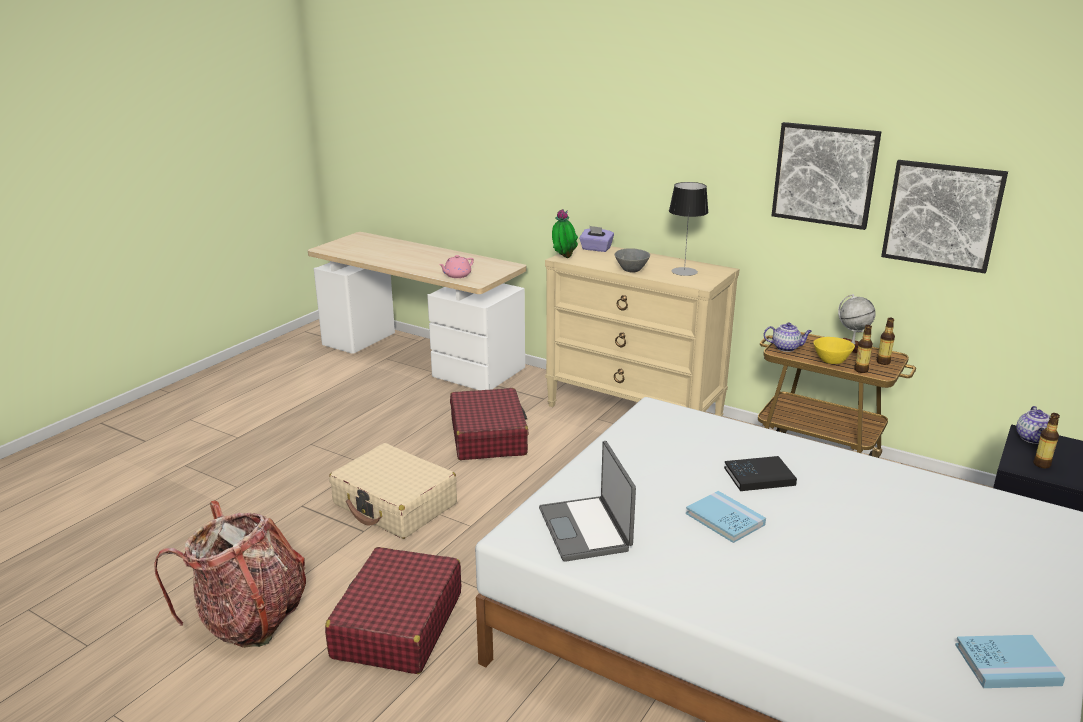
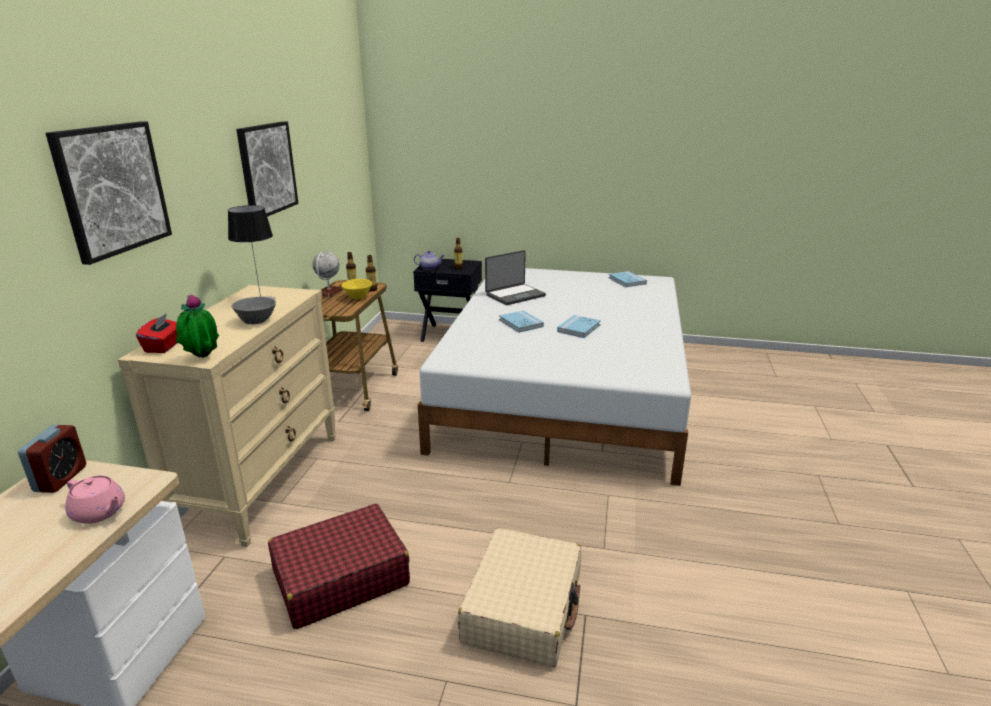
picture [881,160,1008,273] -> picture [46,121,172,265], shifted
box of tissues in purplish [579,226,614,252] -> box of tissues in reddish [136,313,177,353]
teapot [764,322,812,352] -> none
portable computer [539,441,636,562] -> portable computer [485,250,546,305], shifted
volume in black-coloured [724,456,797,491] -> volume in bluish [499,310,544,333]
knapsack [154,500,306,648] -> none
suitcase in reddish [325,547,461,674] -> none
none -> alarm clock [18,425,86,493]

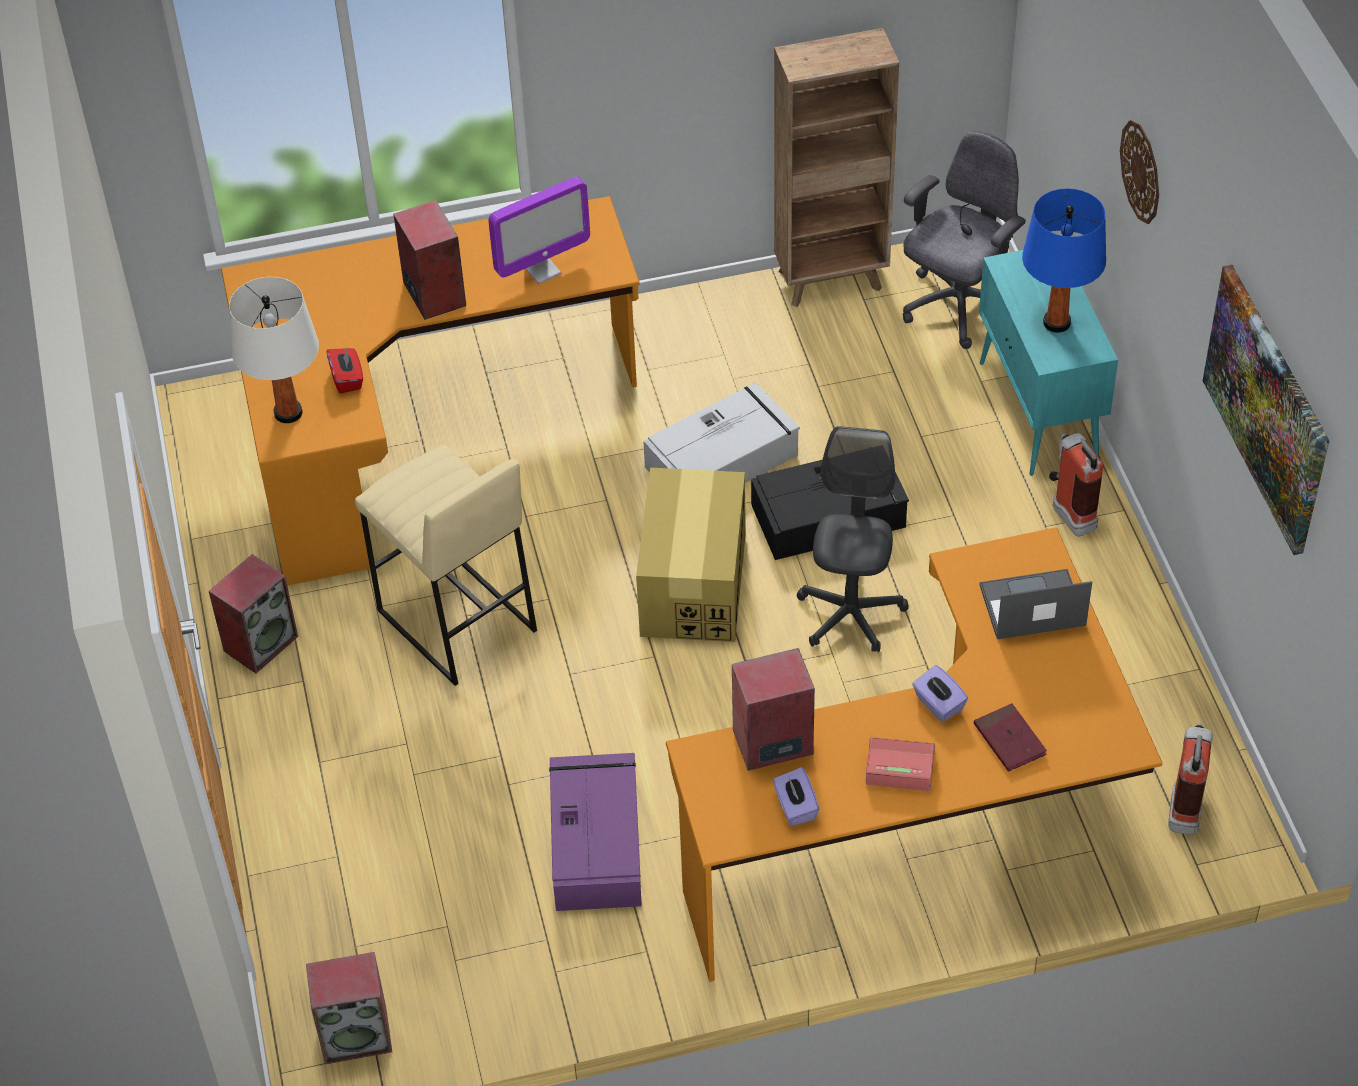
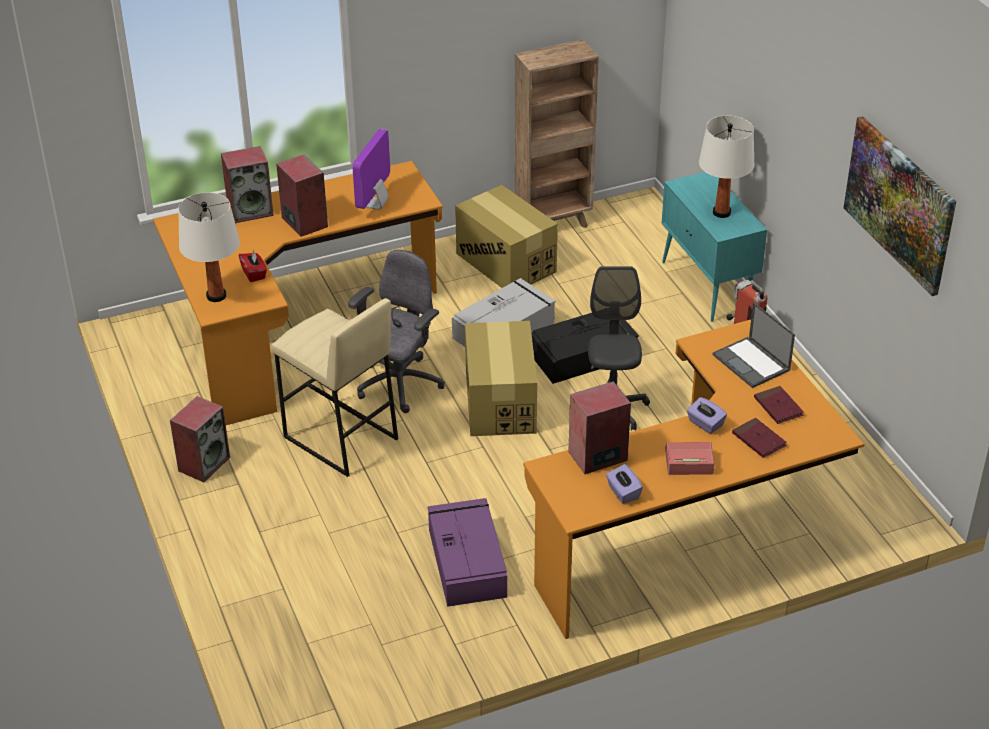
clock on the wall [1120,120,1159,224] -> none
computer chair in greyish [903,131,1026,349] -> computer chair in greyish [348,250,445,413], shifted
computer display [488,177,590,284] -> computer display [353,129,390,210], 150 degrees clockwise
table lamp in bluish [1022,188,1106,332] -> table lamp in whitish [699,116,754,218]
portable computer [979,569,1092,639] -> portable computer [712,302,795,388], 105 degrees counterclockwise
fire-fighting cylinder [1168,723,1213,835] -> none
audio speaker [306,952,392,1064] -> audio speaker [221,146,274,223], shifted
none -> carton [455,185,558,288]
none -> volume in reddish [754,386,804,424]

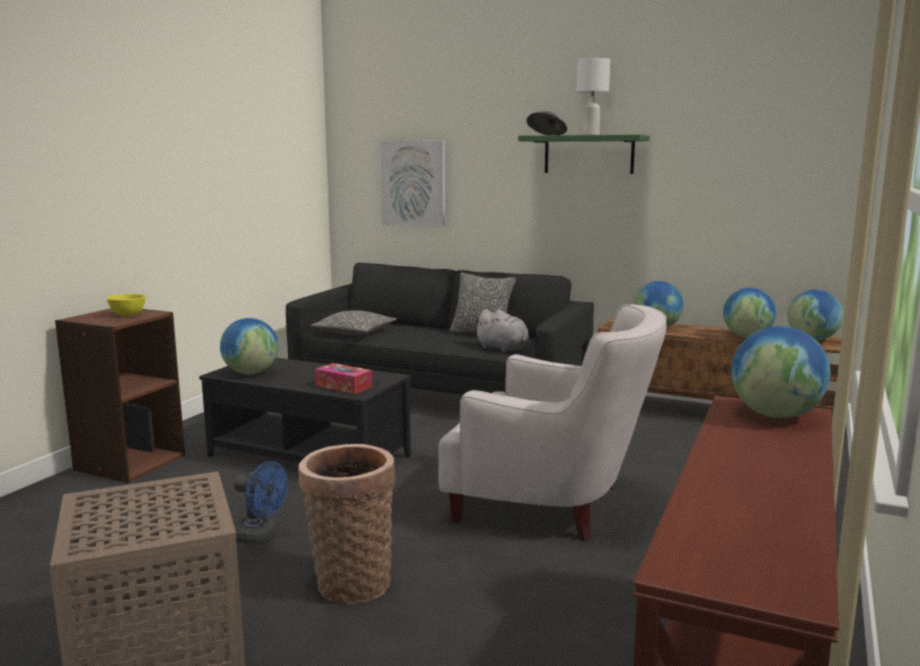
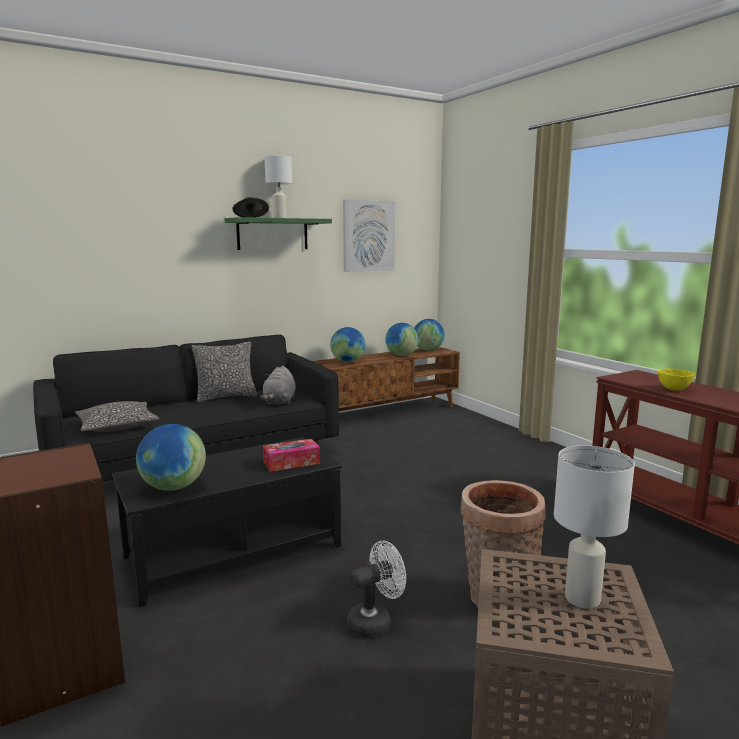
picture [380,141,445,227] -> picture [343,200,395,272], shifted
deep dish in yellow-coloured [107,294,146,317] -> deep dish in yellow-coloured [658,369,695,391], shifted
easy chair in whitish [438,305,667,541] -> none
plush toy in greyish [474,309,529,353] -> plush toy in greyish [261,366,296,405], 105 degrees clockwise
globe [731,326,830,418] -> none
electric fan in bluish [234,461,288,544] -> electric fan in whitish [347,541,406,638]
none -> table lamp in whitish [554,445,635,609]

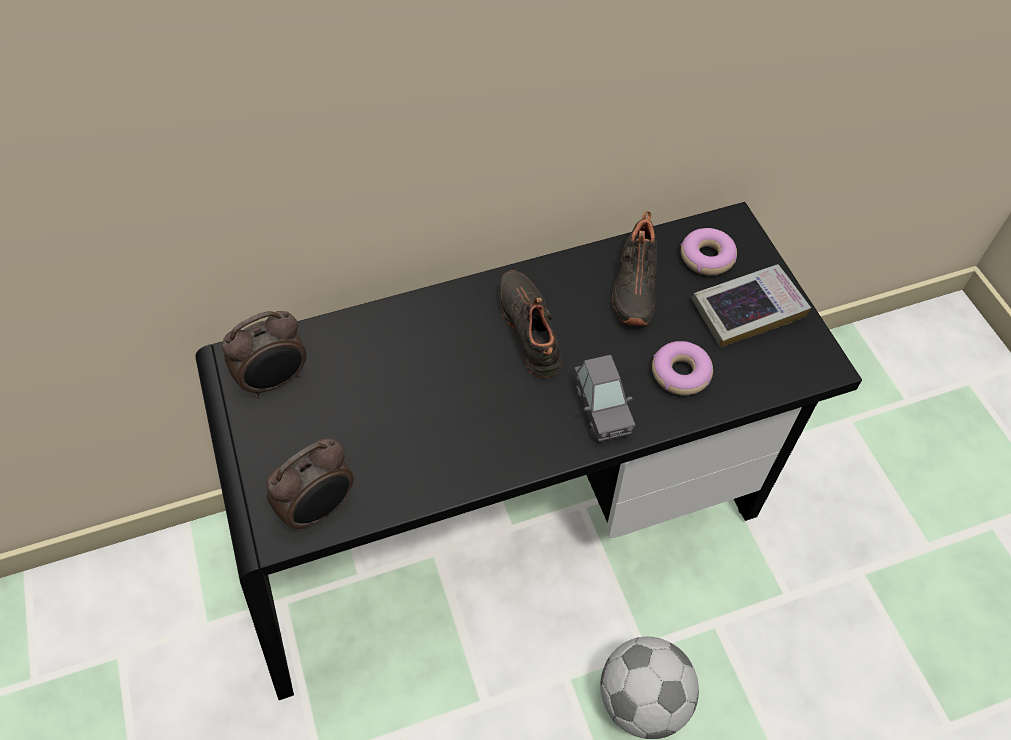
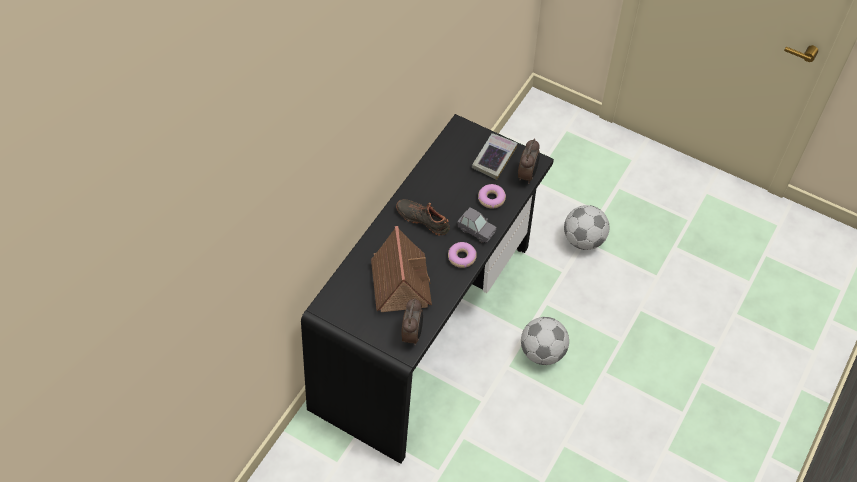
low shoe in black-coloured [612,211,657,326] -> none
ring doughnut [680,228,737,276] -> ring doughnut [448,242,477,268], shifted
alarm clock [222,311,307,398] -> alarm clock [518,139,540,184], shifted
none -> football [564,205,610,250]
none -> toy house [371,226,432,312]

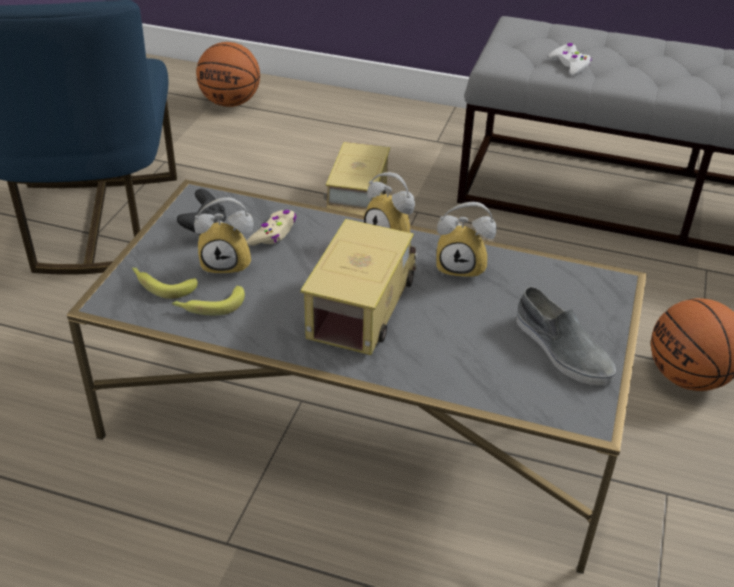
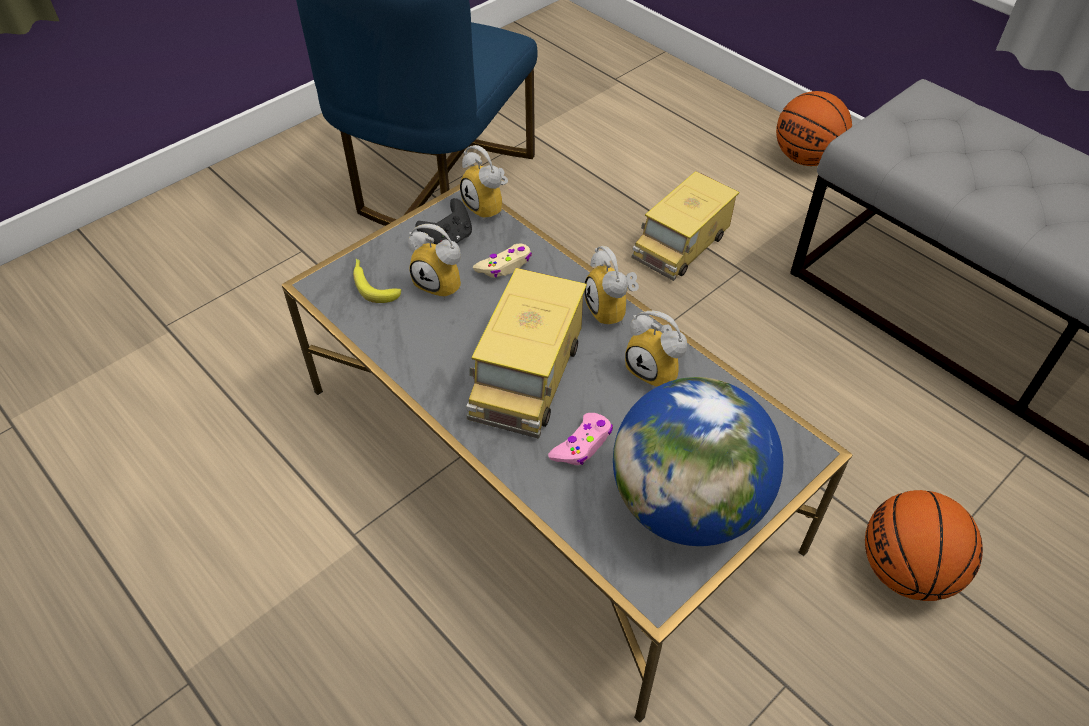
ball for basketball [196,42,260,107] -> ball for basketball [776,91,852,166], shifted
joypad in whitish [548,43,592,76] -> none
toy truck [300,219,417,355] -> toy truck [466,268,587,439], 150 degrees clockwise
banana [172,286,245,315] -> none
low shoe in greyish [516,286,616,385] -> globe [613,377,783,546]
none -> alarm clock [460,145,508,221]
none -> joypad in pink [548,413,613,465]

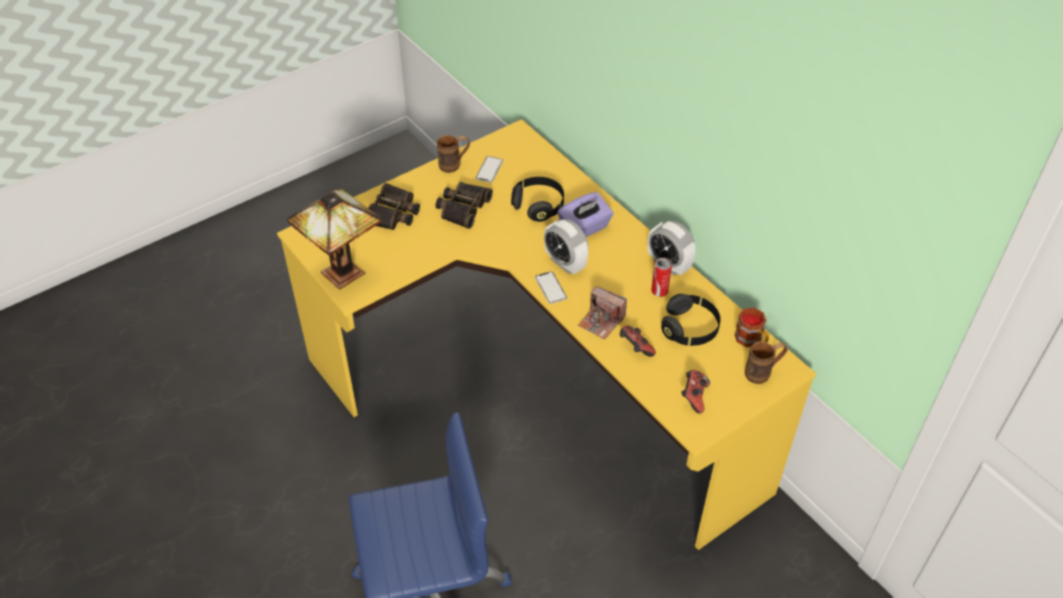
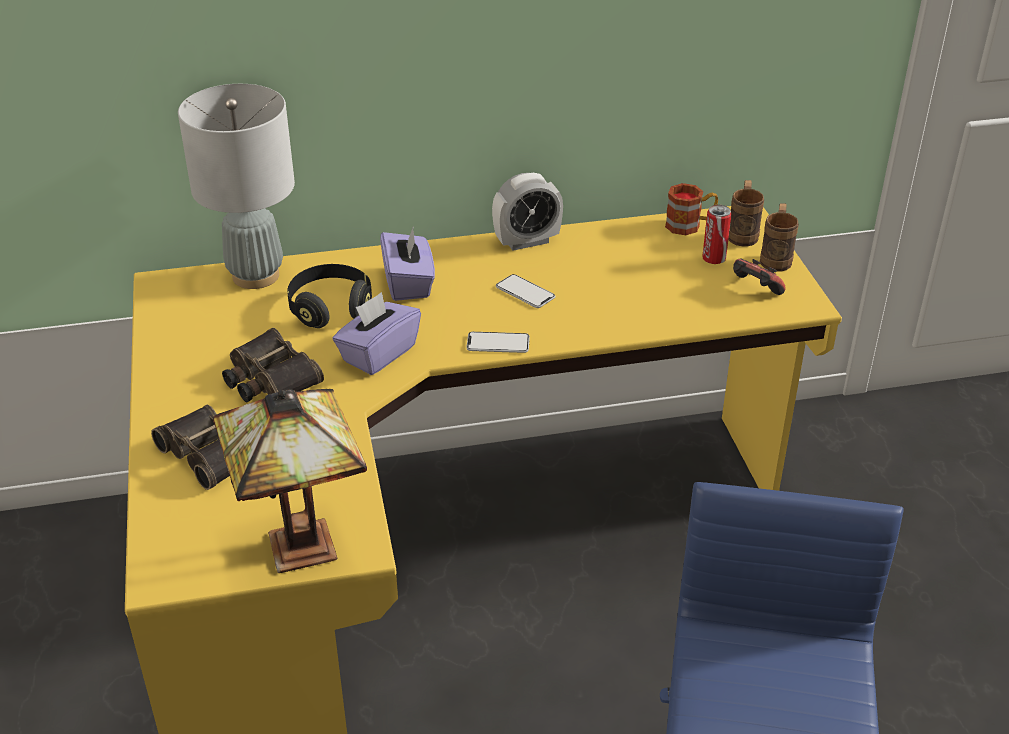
coffee mug in brown-coloured [437,135,470,173] -> coffee mug in brown-coloured [760,203,799,272], shifted
telephone [476,156,503,183] -> telephone [496,274,556,308], shifted
alarm clock [544,219,588,274] -> none
can [651,258,672,297] -> can [702,205,732,264], shifted
photo camera [578,286,627,339] -> none
headphones in black-coloured [661,294,721,346] -> none
joypad [620,325,656,357] -> none
none -> table lamp in greyish [178,84,295,289]
none -> box of tissues in purplish [332,292,421,375]

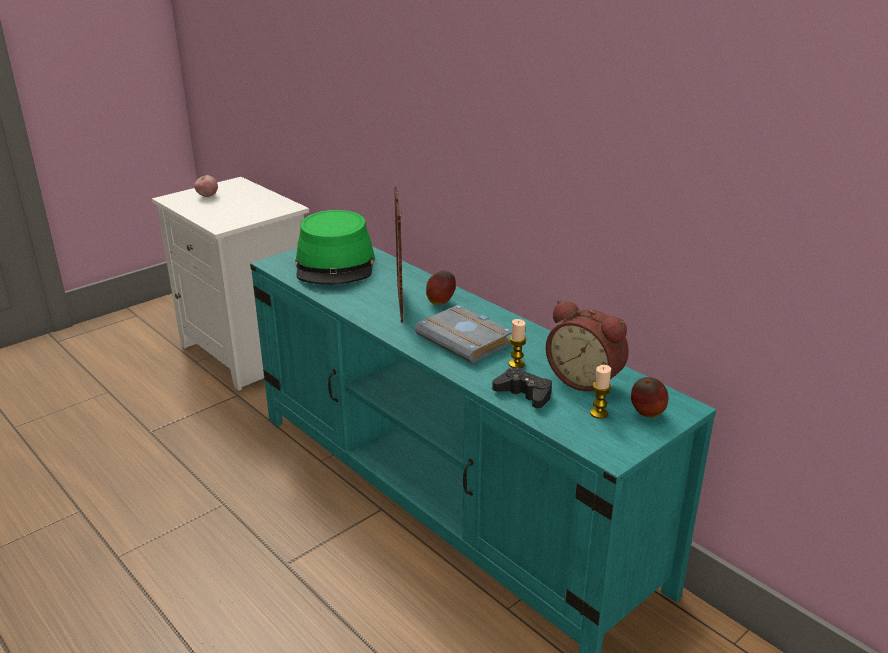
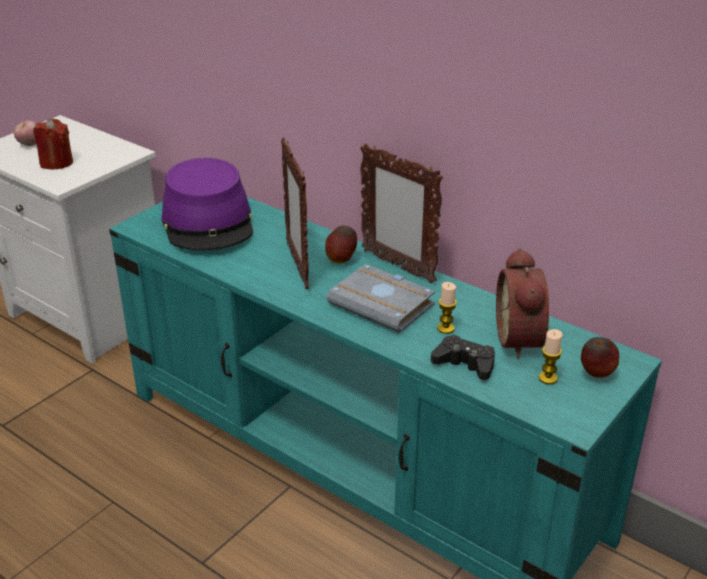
hat in green [295,210,375,285] -> hat in purplish [161,158,253,250]
alarm clock [546,300,629,394] -> alarm clock [496,248,549,359], 60 degrees clockwise
none -> wax light in reddish [33,118,73,170]
none -> photo frame [360,143,443,283]

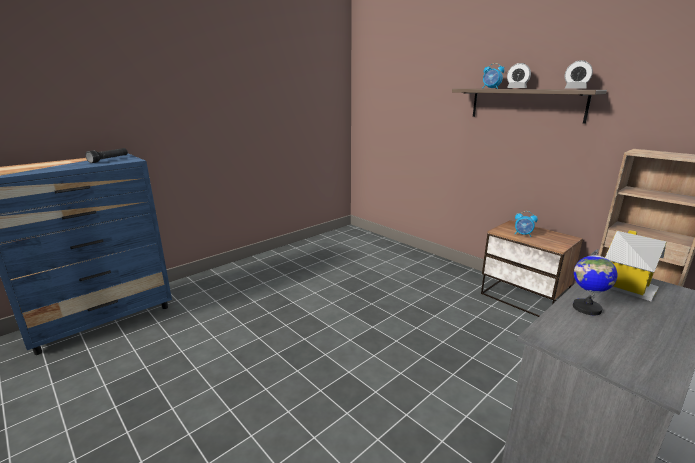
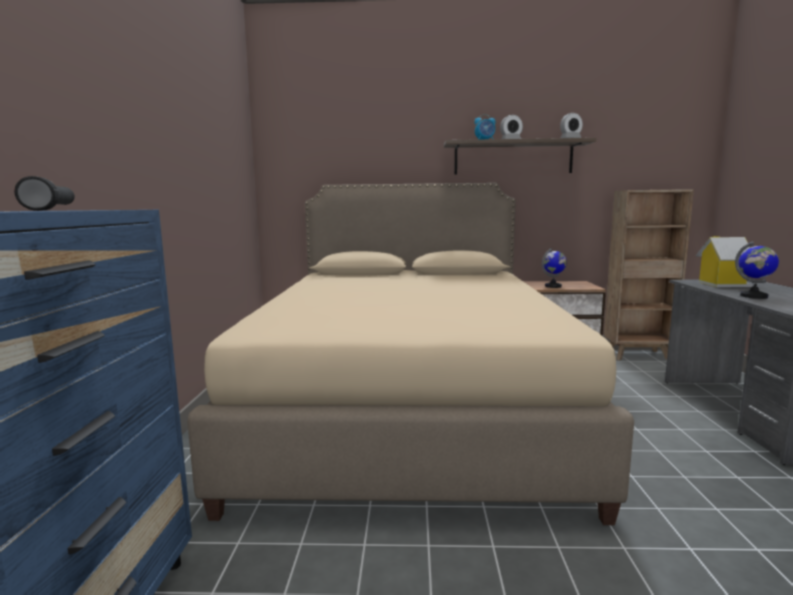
alarm clock [514,211,538,237] -> globe [542,248,567,288]
none -> bedroom bed in sand-coloured [187,183,634,525]

